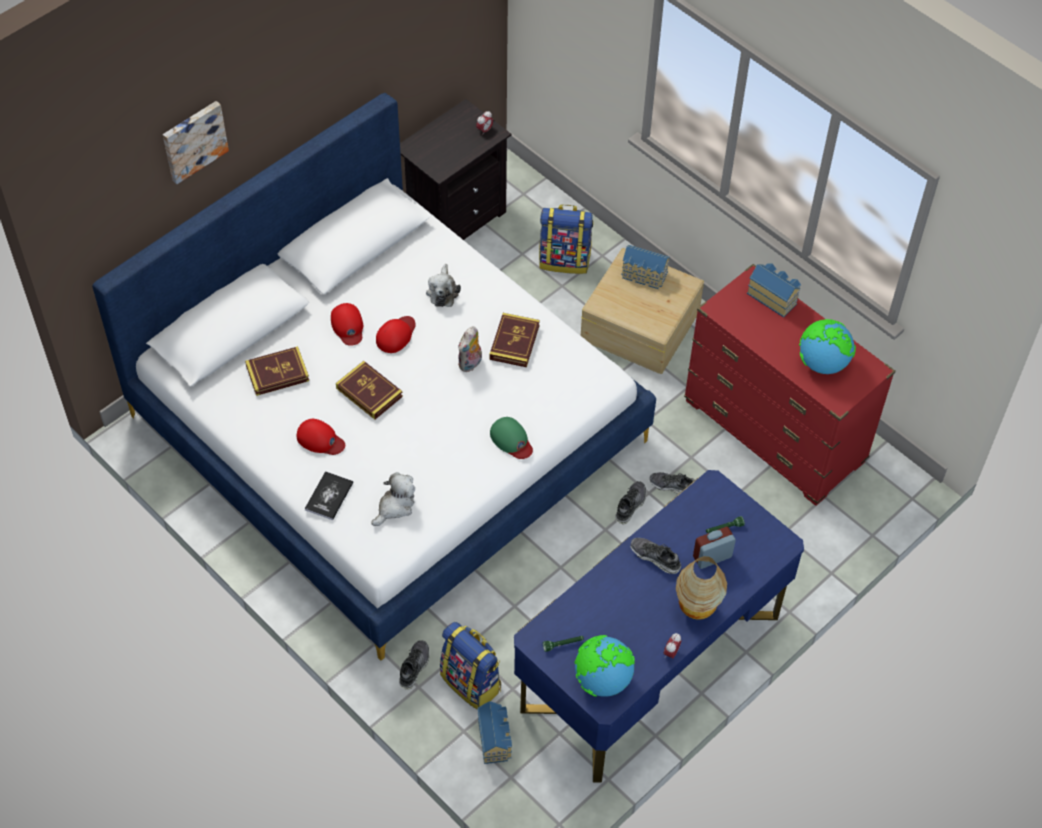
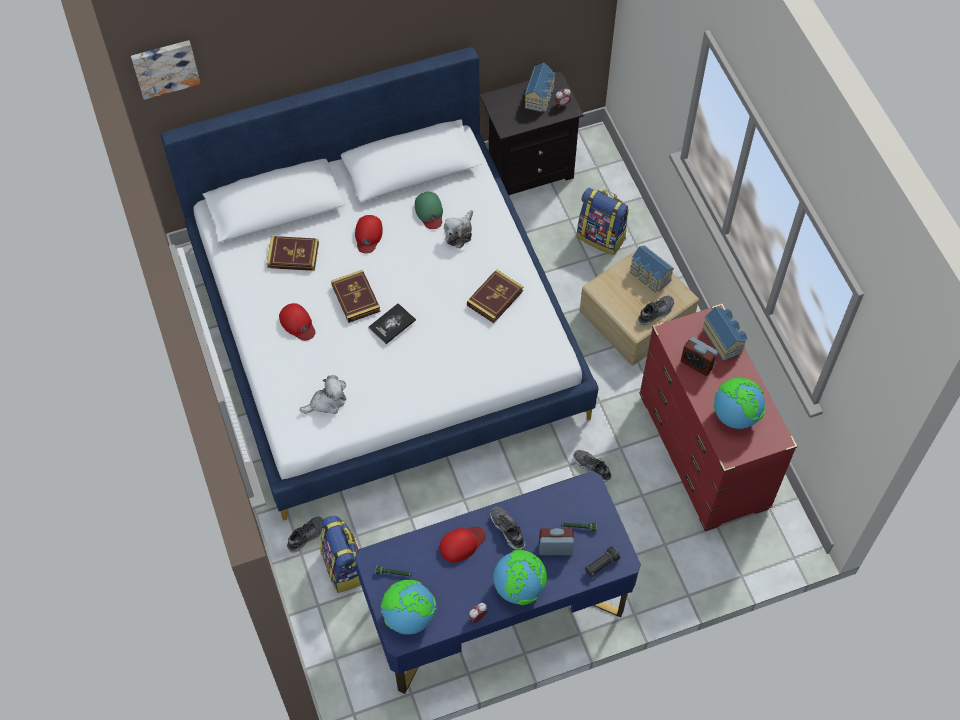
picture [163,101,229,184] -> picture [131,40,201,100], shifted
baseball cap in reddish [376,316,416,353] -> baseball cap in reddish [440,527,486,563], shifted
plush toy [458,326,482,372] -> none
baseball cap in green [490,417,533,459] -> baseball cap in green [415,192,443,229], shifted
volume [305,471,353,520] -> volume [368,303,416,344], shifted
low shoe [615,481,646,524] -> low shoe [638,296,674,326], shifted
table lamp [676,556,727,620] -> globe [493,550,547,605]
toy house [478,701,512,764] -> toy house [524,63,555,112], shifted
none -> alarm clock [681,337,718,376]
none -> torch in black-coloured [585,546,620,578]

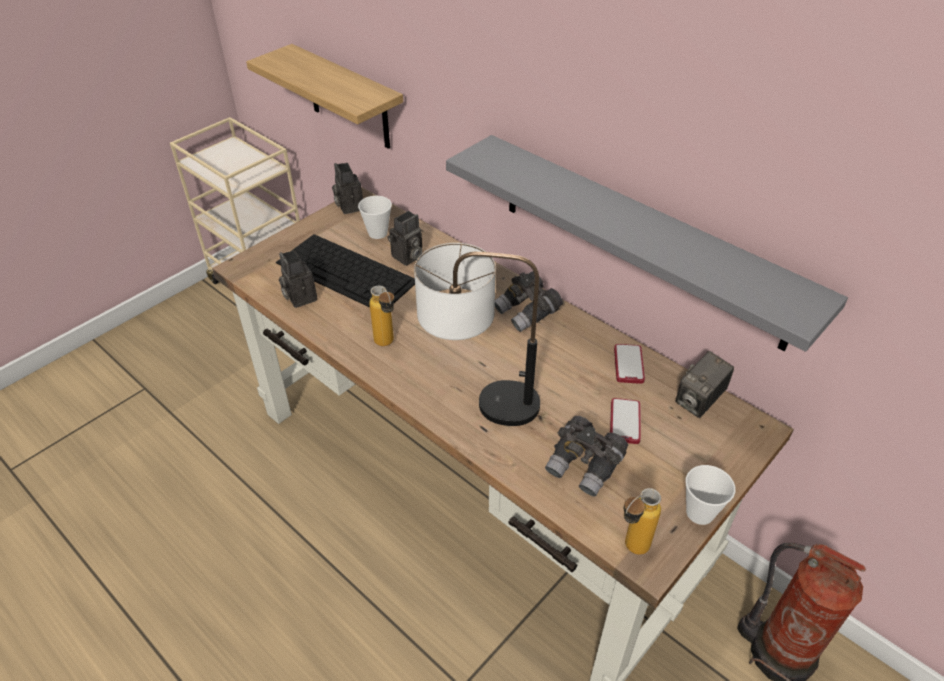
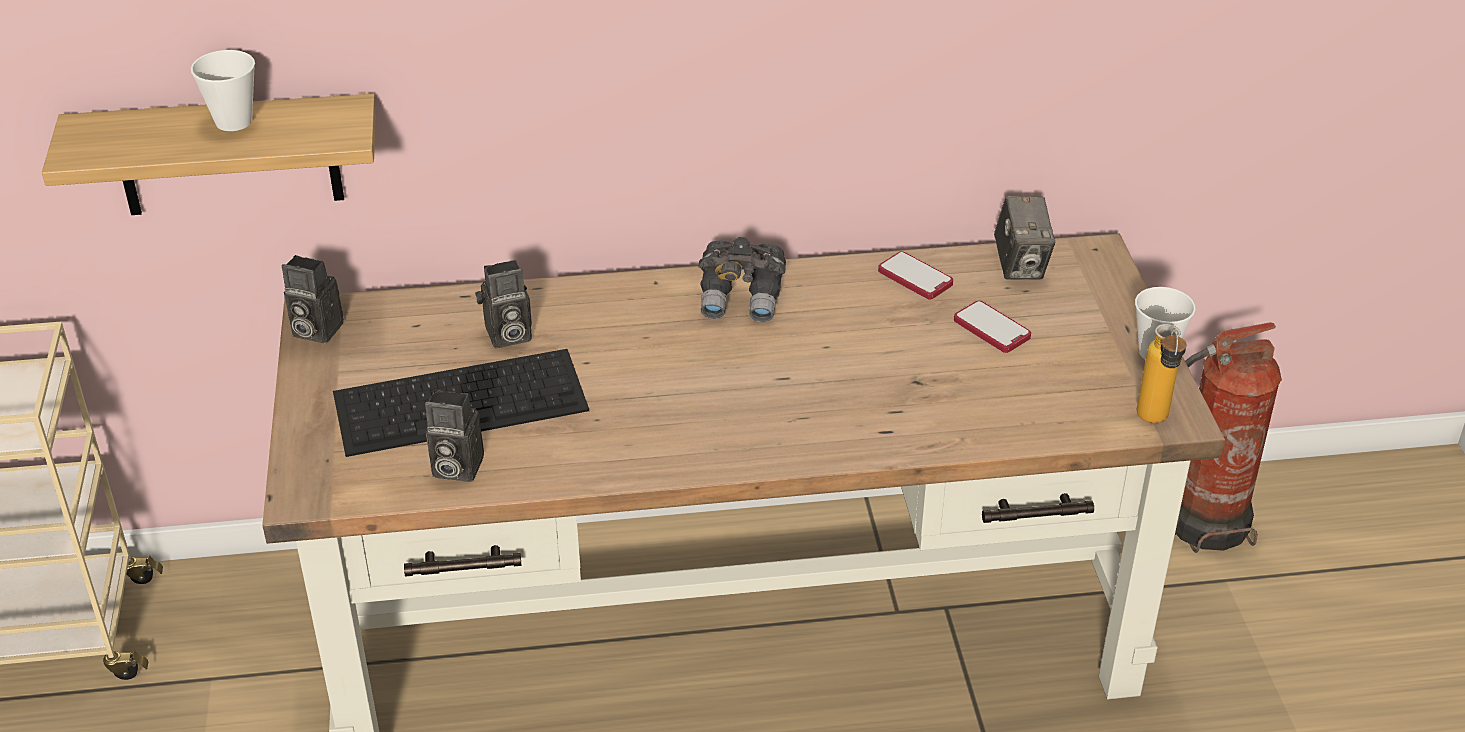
bracket shelf in greyish [446,135,848,352] -> none
small cup [358,196,392,239] -> small cup [191,50,255,131], shifted
photo camera [388,211,422,266] -> photo camera [475,260,532,348], 75 degrees clockwise
table lamp [414,243,540,426] -> none
drink bottle [369,285,395,346] -> none
binoculars in greyish [545,416,628,497] -> none

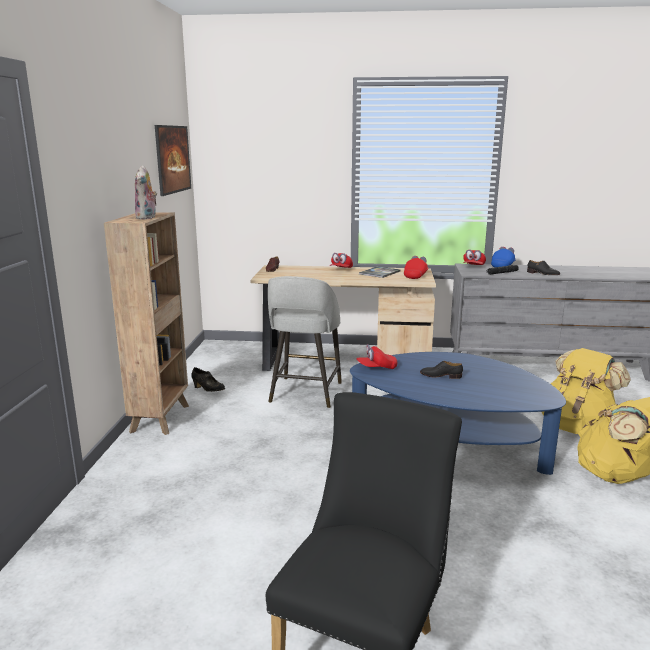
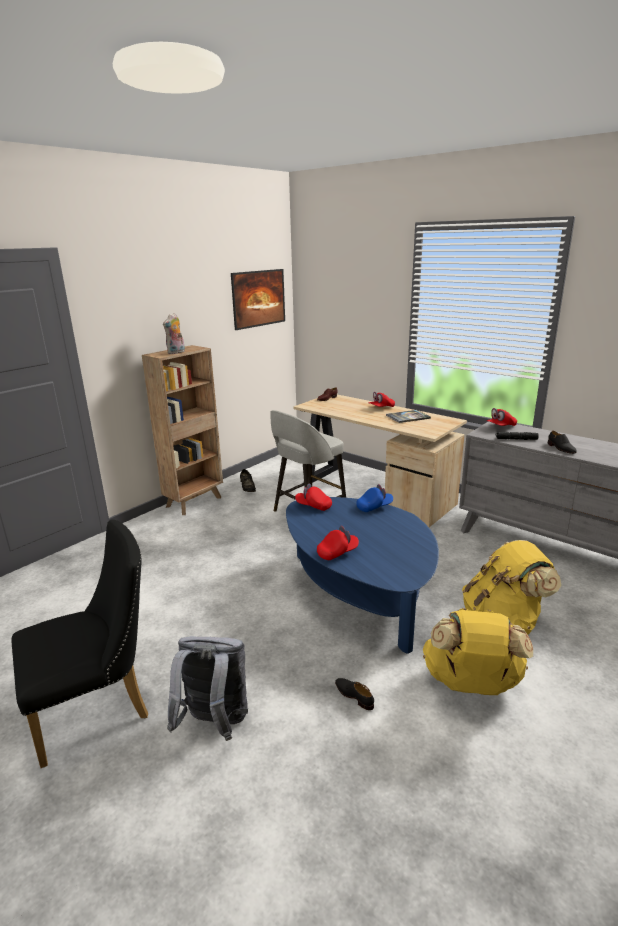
baseball cap in bluish [491,247,516,268] -> baseball cap in bluish [356,484,393,512], shifted
baseball cap in reddish [404,256,428,279] -> baseball cap in reddish [317,526,359,560], shifted
low shoe in black-coloured [420,361,463,379] -> low shoe in black-coloured [335,678,374,710], shifted
none -> knapsack in greyish [167,636,248,741]

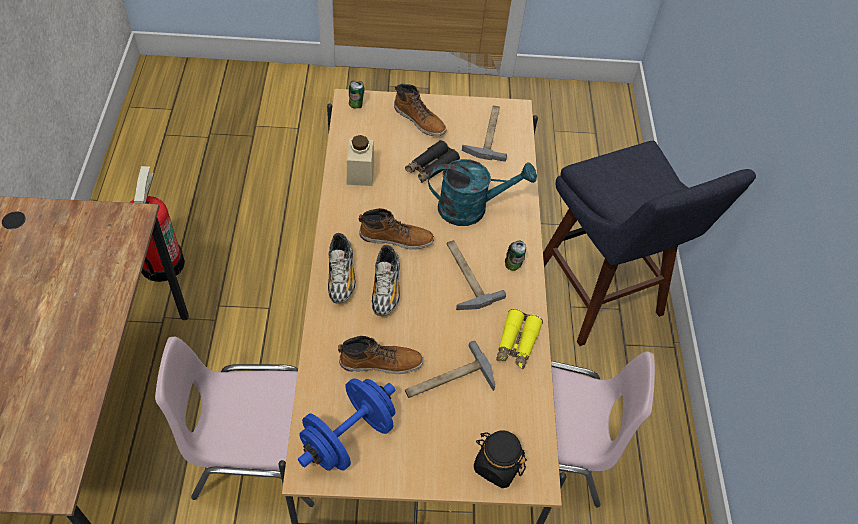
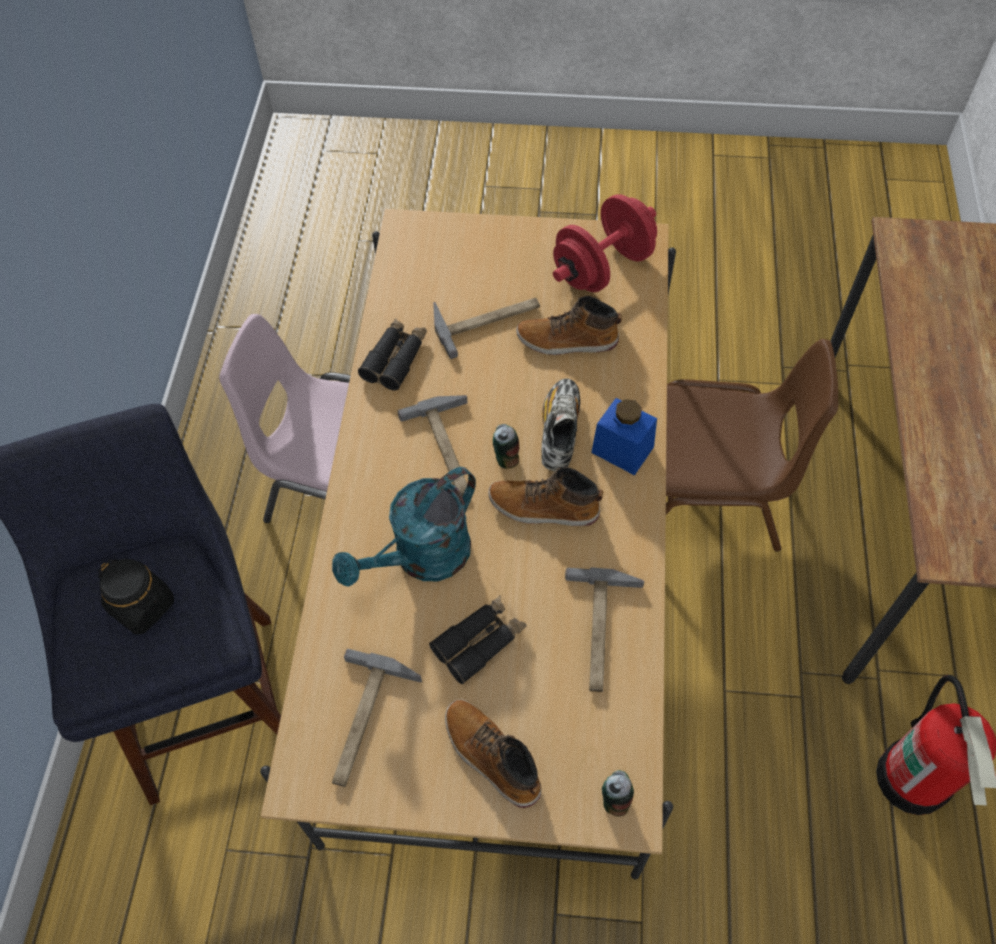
storage jar in sand-coloured [347,135,374,186] -> hammer [565,567,644,692]
sprinkling can in blue-green [428,159,537,226] -> sprinkling can in blue-green [332,467,476,587], 45 degrees counterclockwise
low shoe [328,233,355,304] -> storage jar in bluish [591,398,657,475]
can [505,241,526,271] -> can [493,424,519,469], shifted
binoculars in yellow-coloured [496,309,543,369] -> binoculars in black-coloured [358,318,427,390]
plain chair in pink [155,337,314,507] -> plain chair in brown-coloured [666,339,838,552]
dumbbell in bluish [298,378,395,471] -> dumbbell in reddish [553,194,657,292]
storage jar in black-coloured [474,430,527,488] -> storage jar in black-coloured [98,559,174,634], shifted

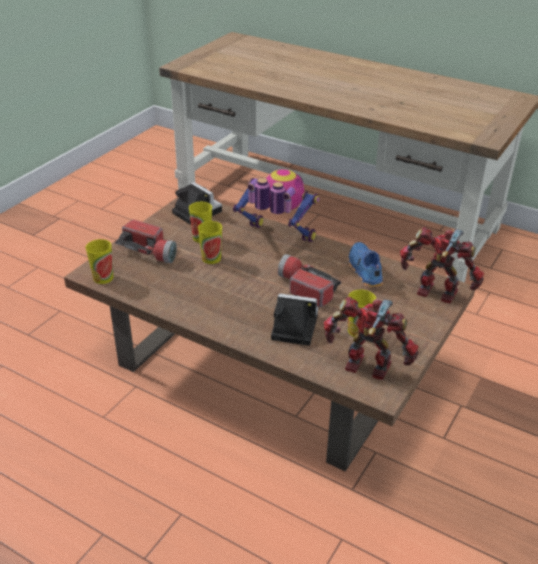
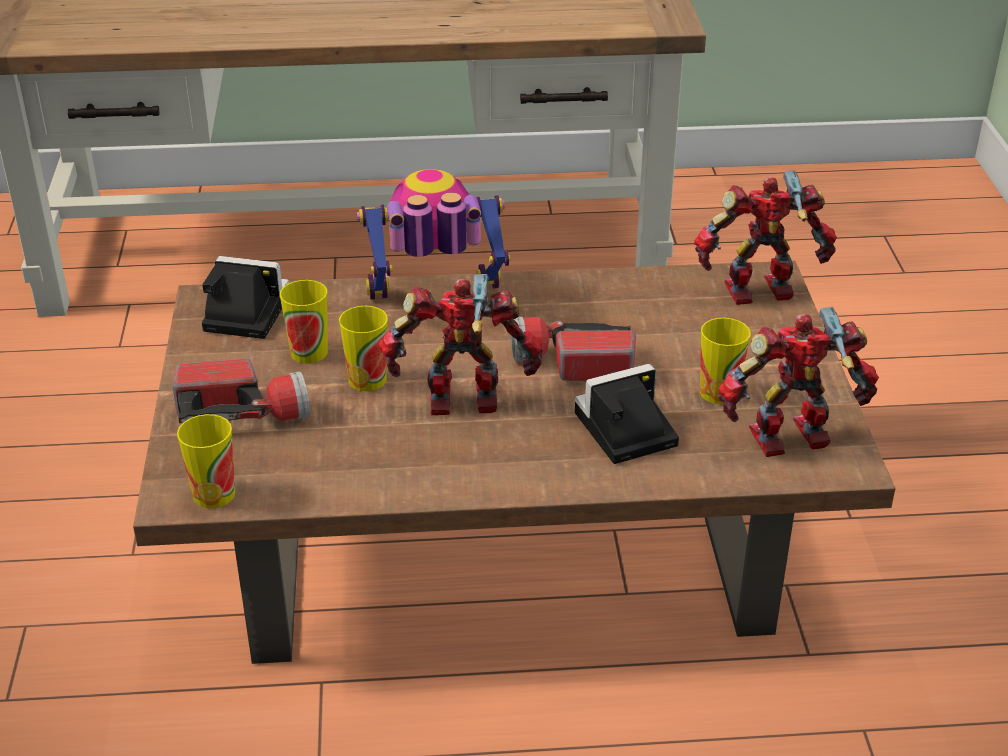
low shoe in bluish [348,242,383,288] -> none
none -> toy robot [379,274,543,415]

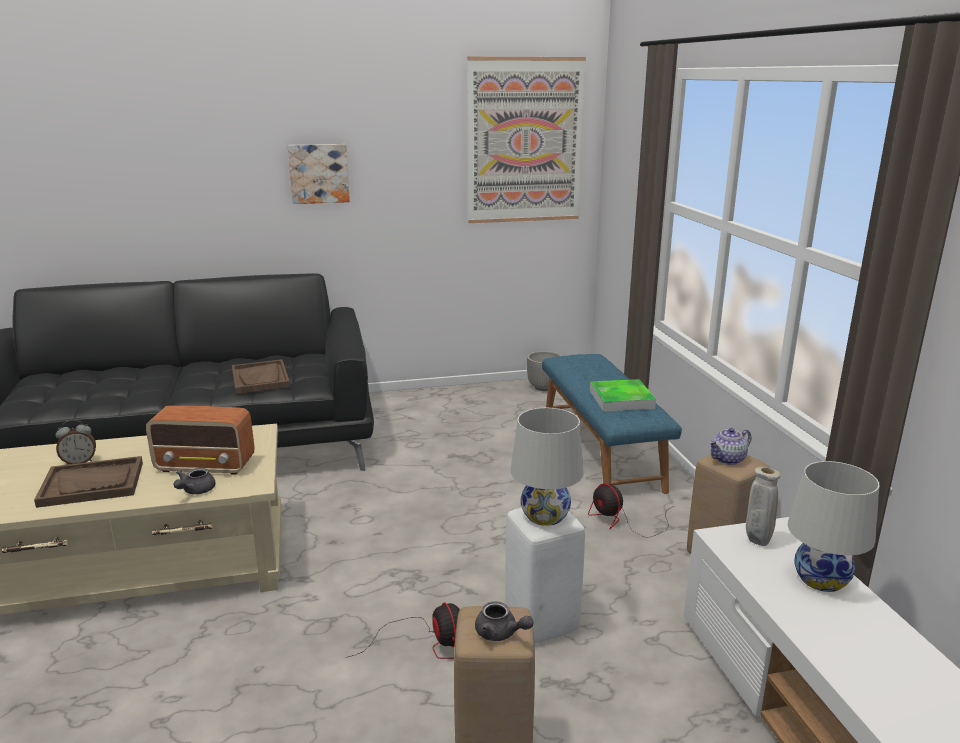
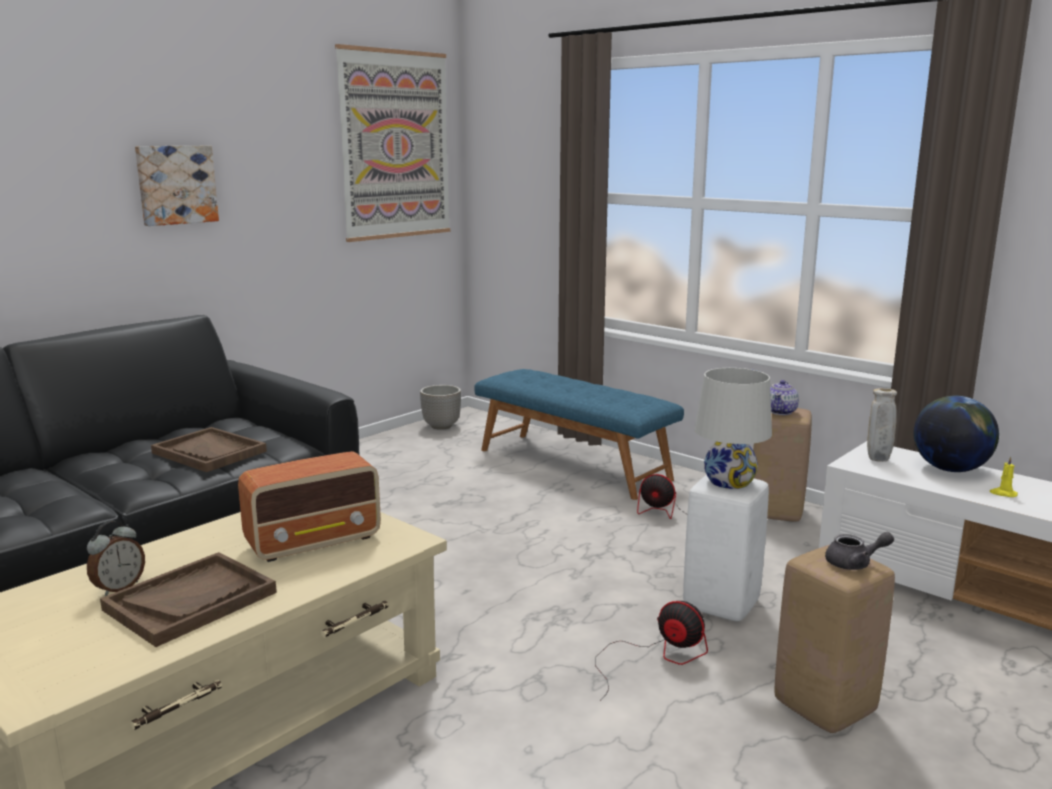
tray [590,379,656,412] -> none
table lamp in whitish [788,461,880,592] -> globe [913,396,999,472]
teapot in greyish [173,468,215,494] -> none
none -> wax light in yellow-coloured [990,456,1018,497]

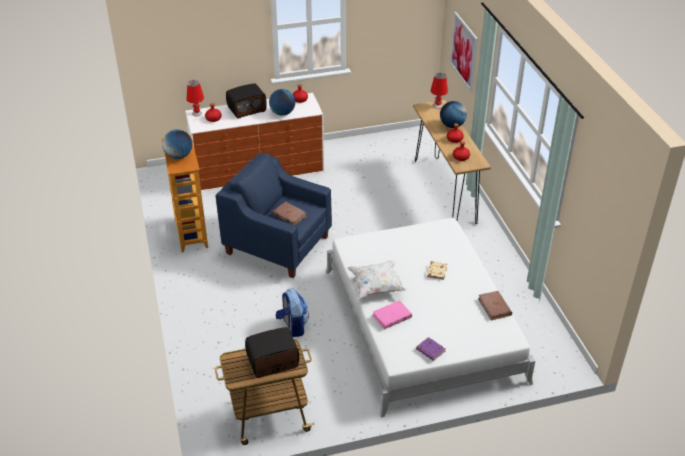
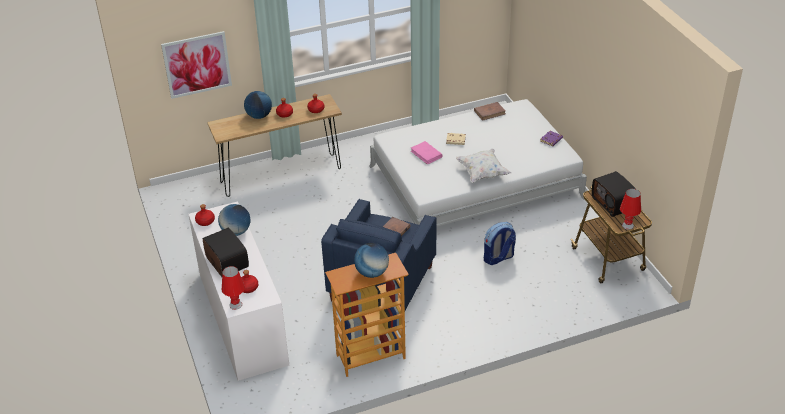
table lamp in reddish [430,73,448,109] -> table lamp in reddish [620,189,641,229], shifted
volume in pink [372,300,412,329] -> volume in pink [411,141,443,164], shifted

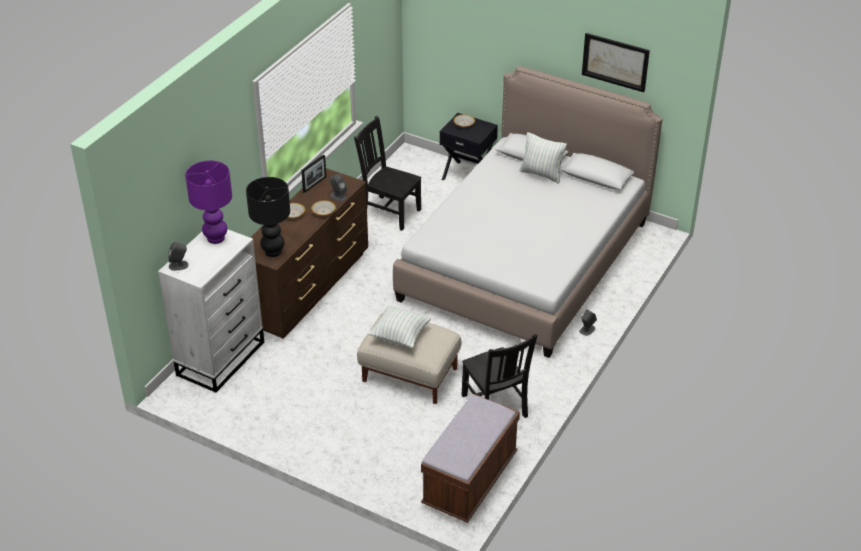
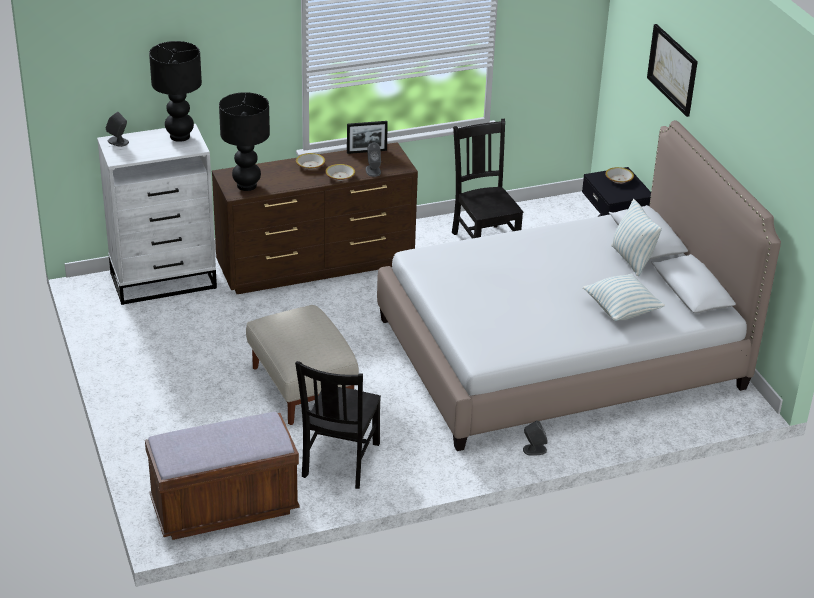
picture [582,33,650,92] -> picture [647,24,698,117], shifted
table lamp in purplish [185,161,232,244] -> table lamp in black-coloured [149,41,202,142]
pillow [368,305,432,348] -> pillow [583,274,665,321], shifted

